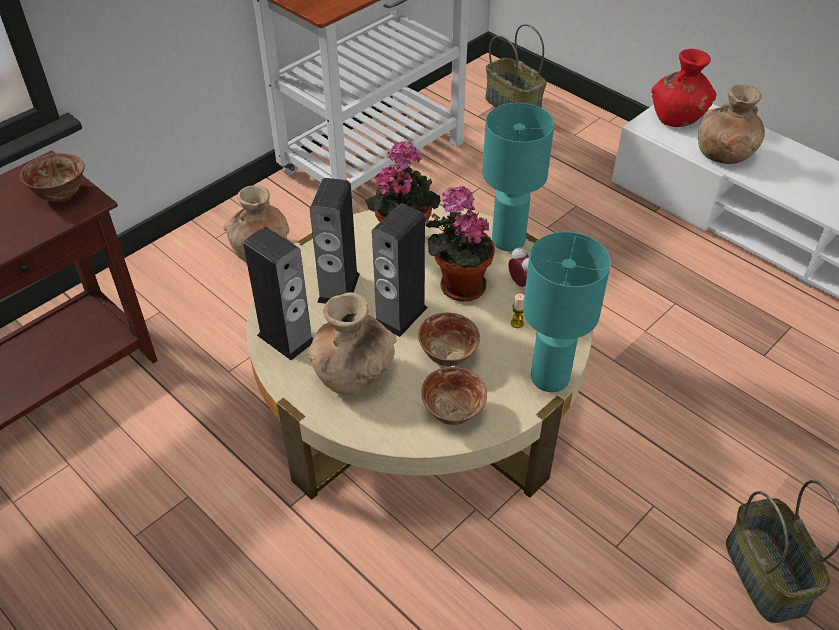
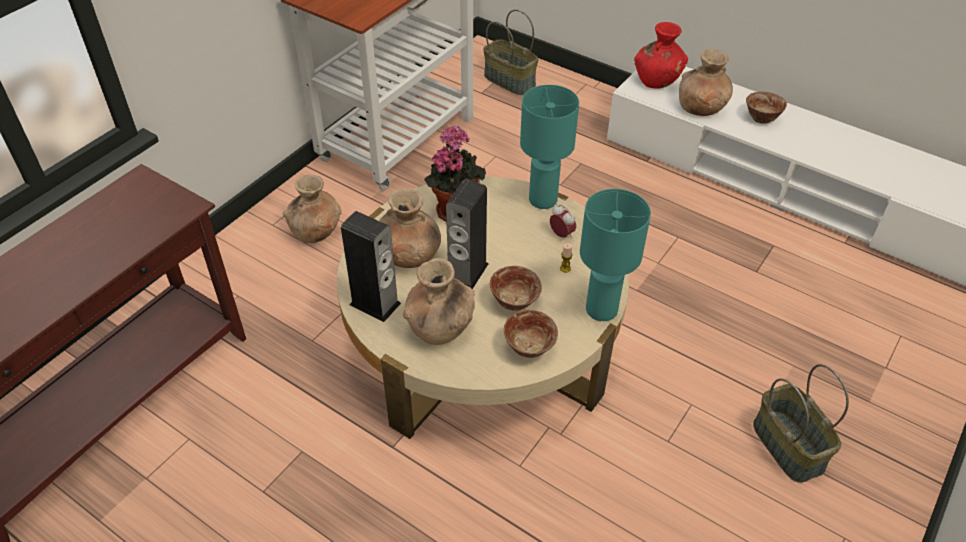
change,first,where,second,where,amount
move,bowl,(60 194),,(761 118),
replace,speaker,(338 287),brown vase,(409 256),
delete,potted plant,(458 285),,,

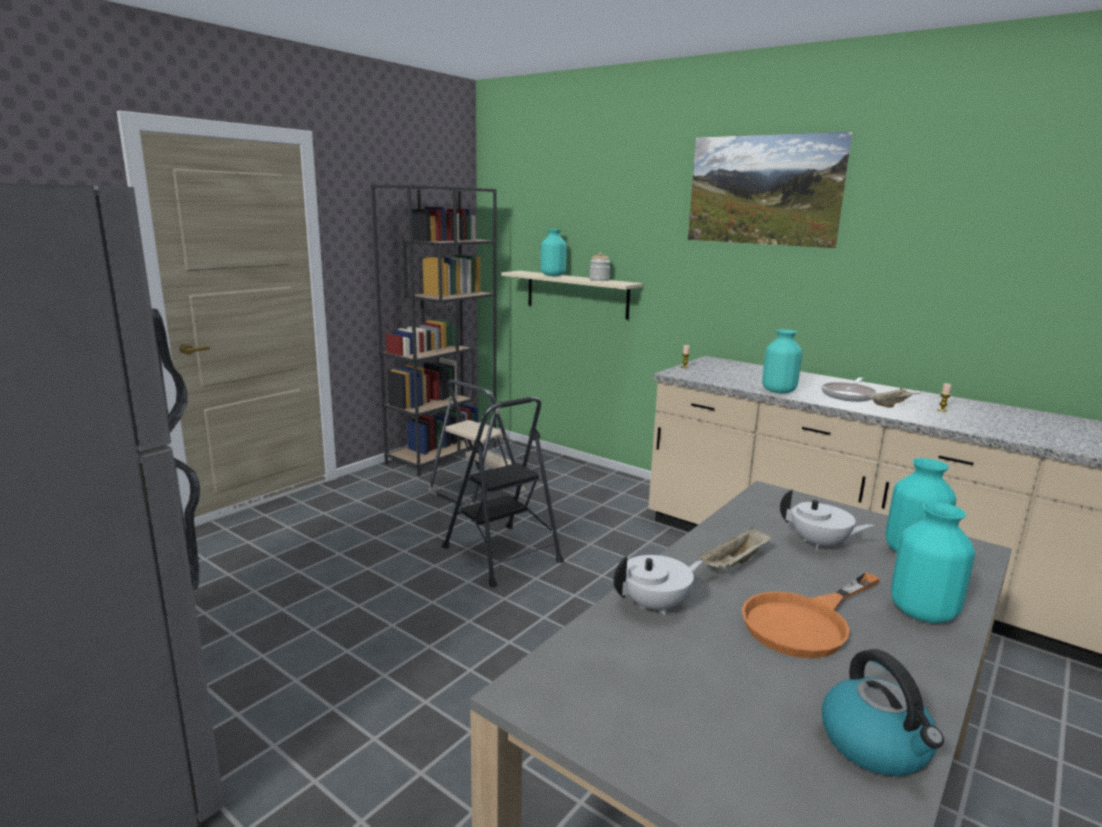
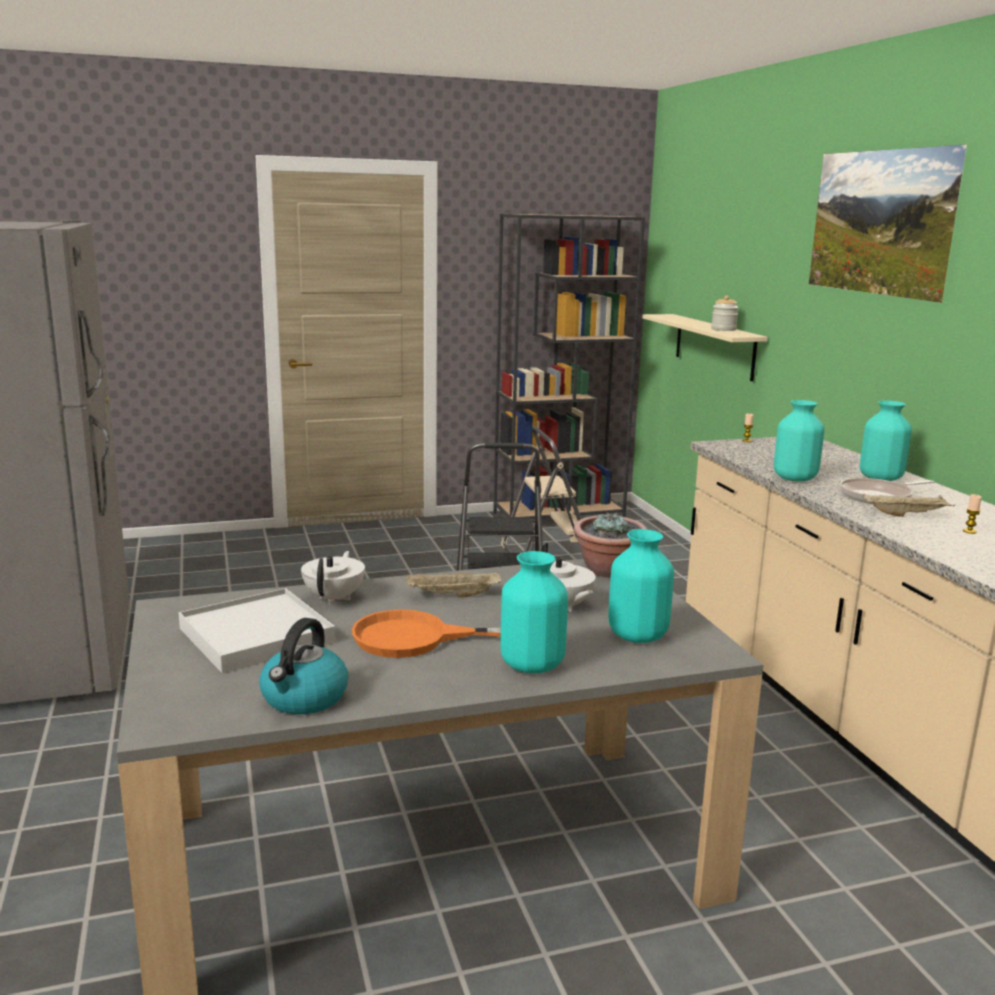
change,first,where,second,where,amount
move,turquoise vase,(553 275),,(881 478),
rotate,white teapot,(656 605),,(335 598),90 degrees counterclockwise
insert,,,potted plant,(608 571),
insert,,,white tray,(256 635),

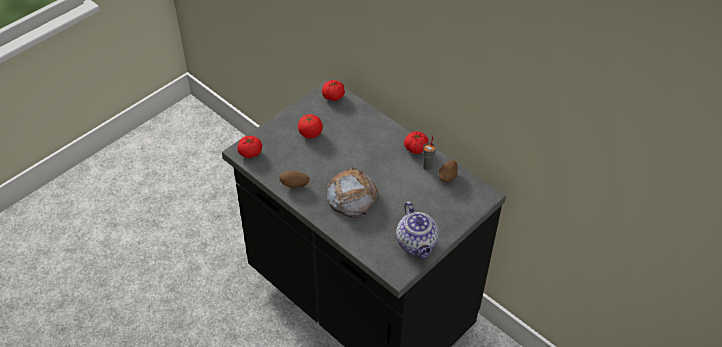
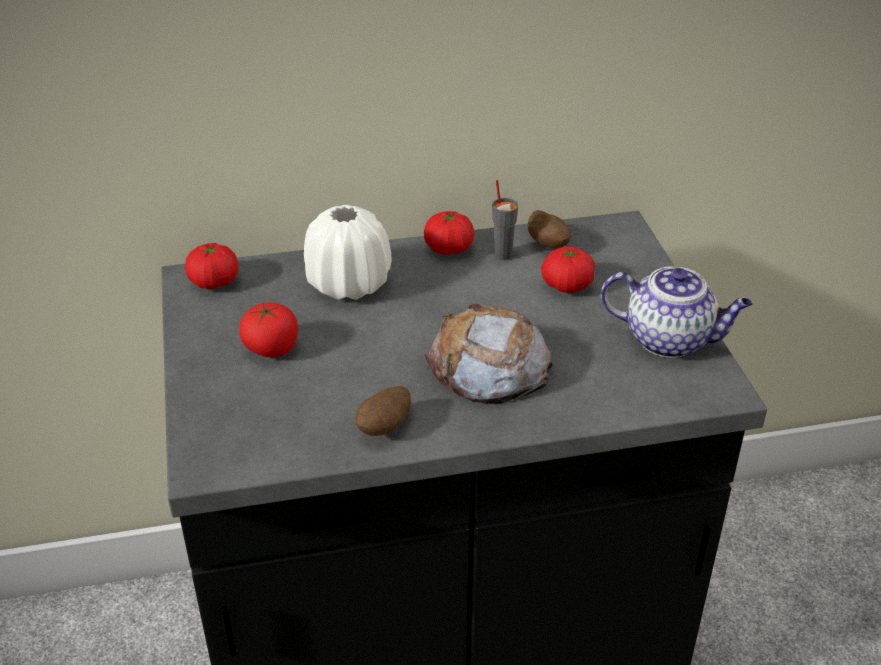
change,first,where,second,where,amount
move,tomato,(250 153),,(567 285),
insert,,,white vase,(348 284),

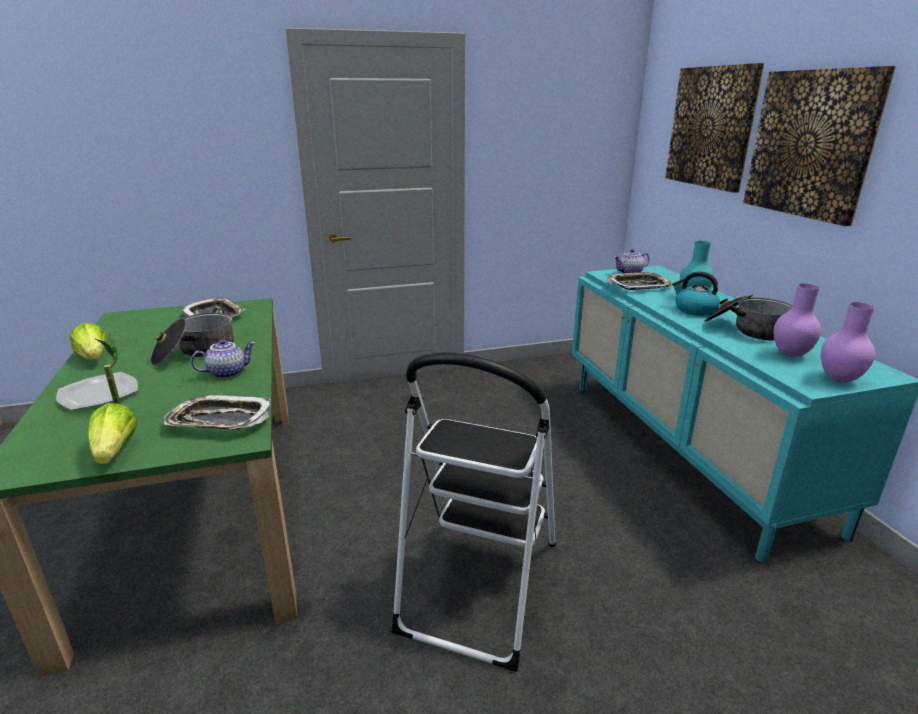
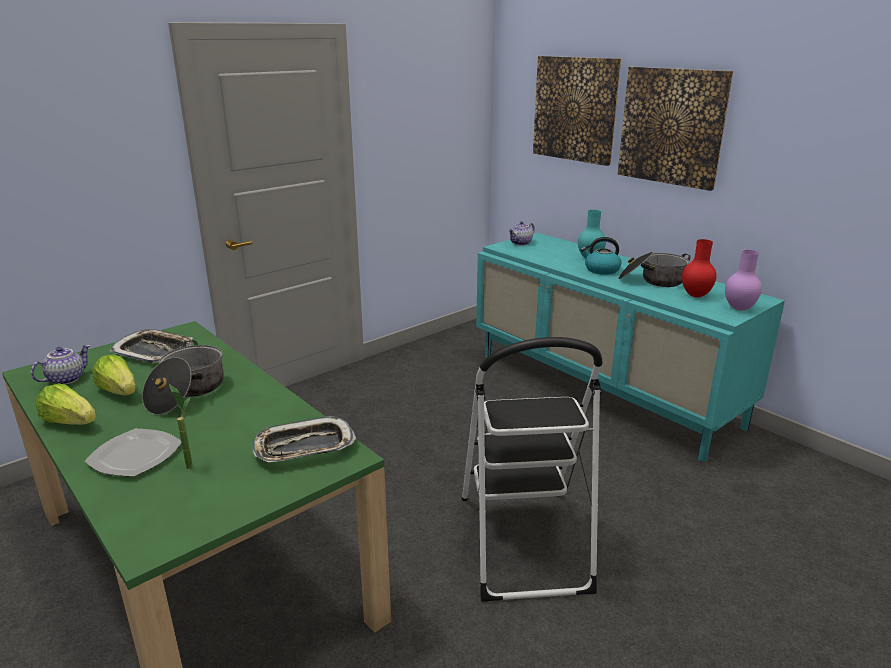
change,first,where,second,where,amount
delete,tray,(638 285),,,
recolor,purple vase,(791 354),red vase,(696 295),
move,teapot,(227 372),,(66 379),
move,lettuce,(115 451),,(119 391),

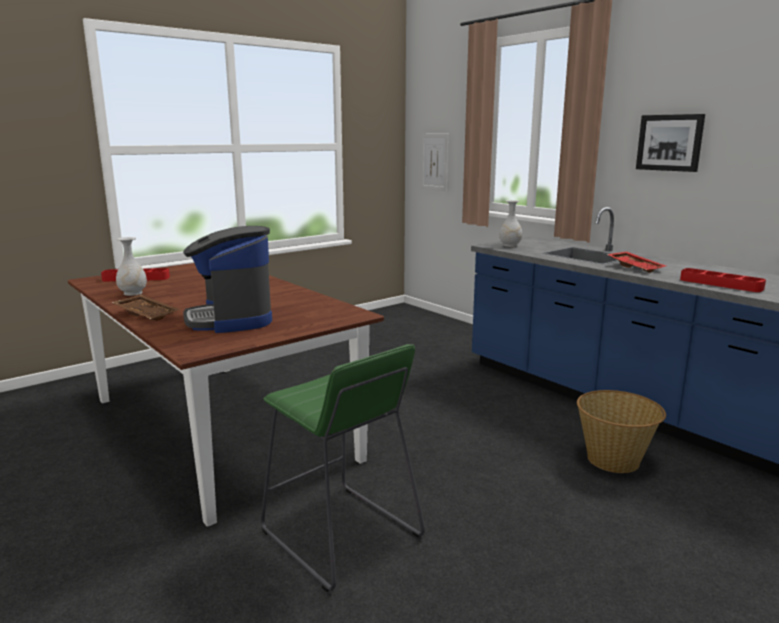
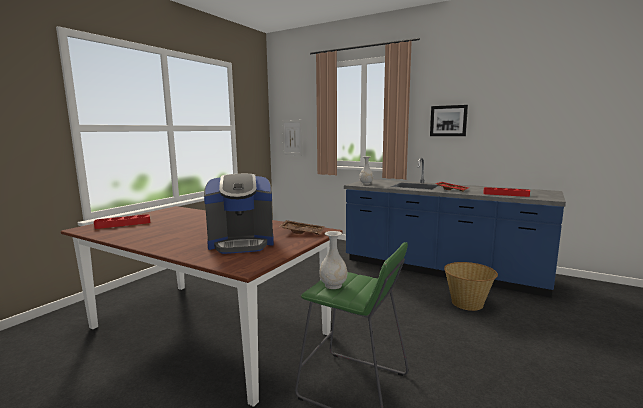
change,first,where,second,where,amount
rotate,coffee machine,(231 319),,(241 243),60 degrees counterclockwise
move,white vase,(133 293),,(333 285),
move,brown tray,(147 314),,(302 232),

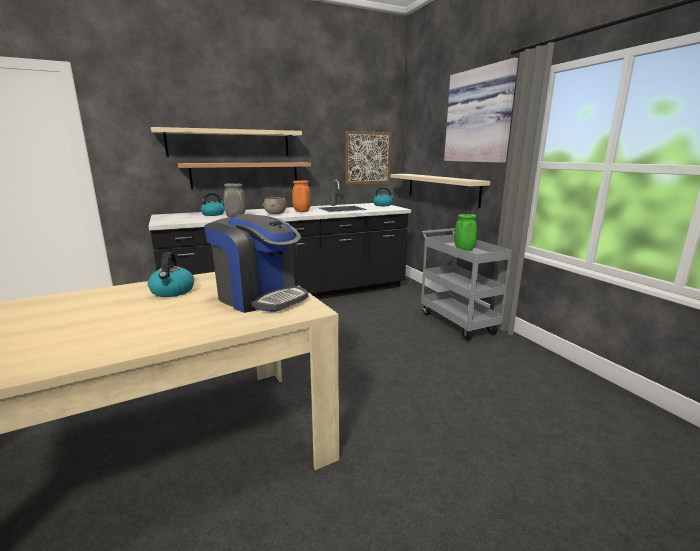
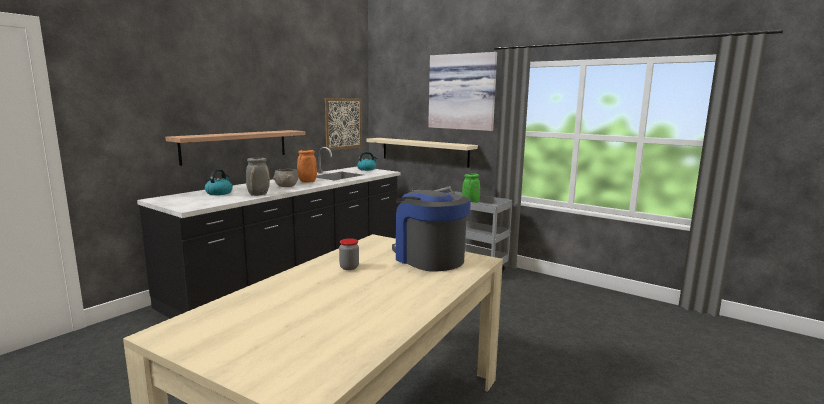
change,first,where,second,where,amount
delete,beige shelf,(229 143),,,
rotate,coffee machine,(260 297),,(428 258),135 degrees counterclockwise
replace,kettle,(172 291),jar,(349 267),

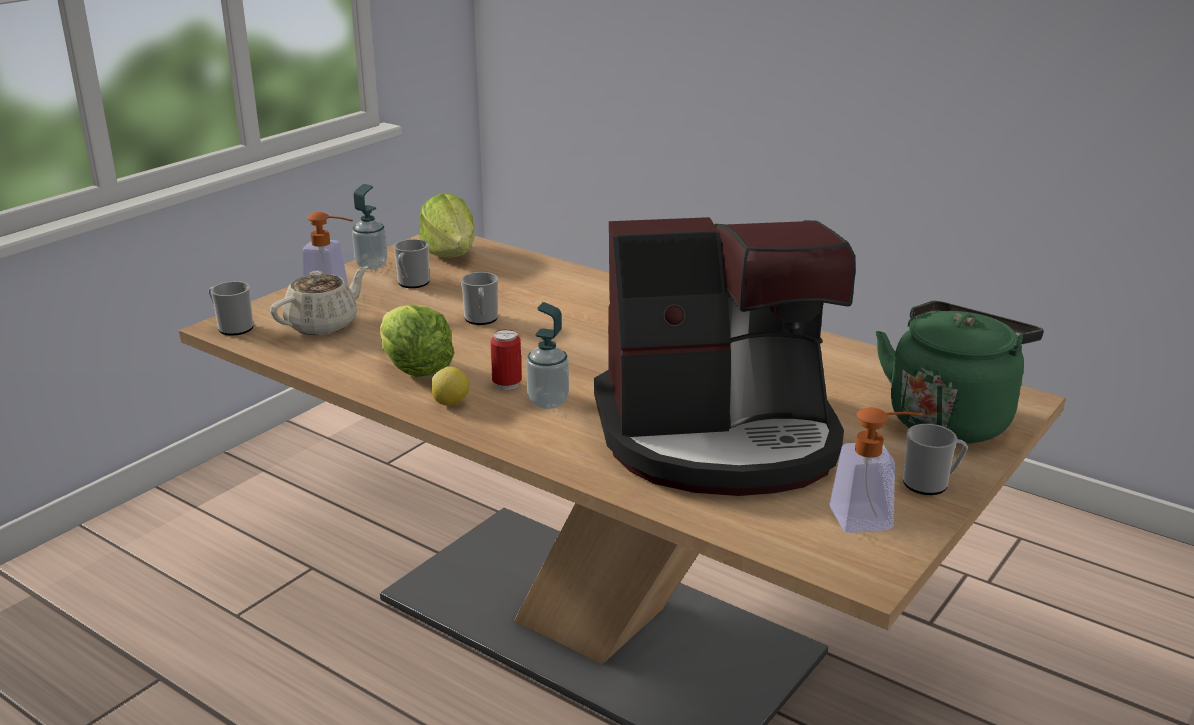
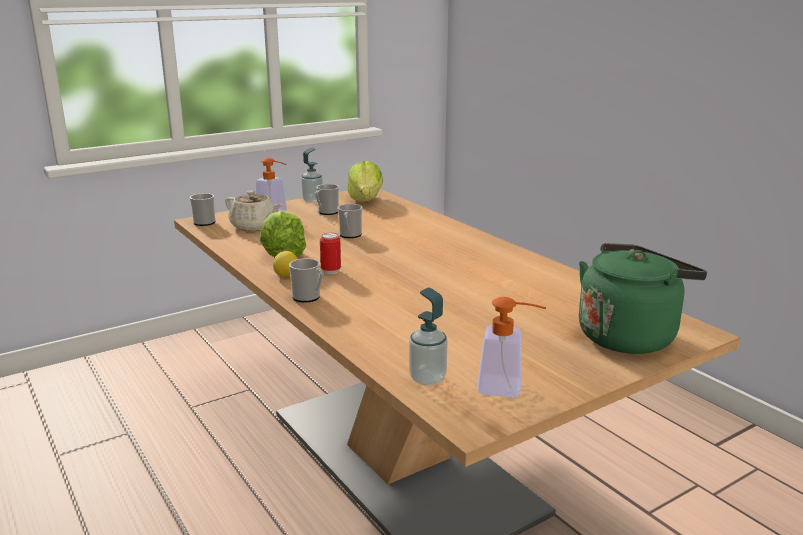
change,first,where,second,where,amount
delete,coffee machine,(719 437),,,
rotate,beige teapot,(323 324),,(254 226),60 degrees clockwise
move,soap dispenser,(548 402),,(427 378),
move,mug,(930 484),,(309 297),

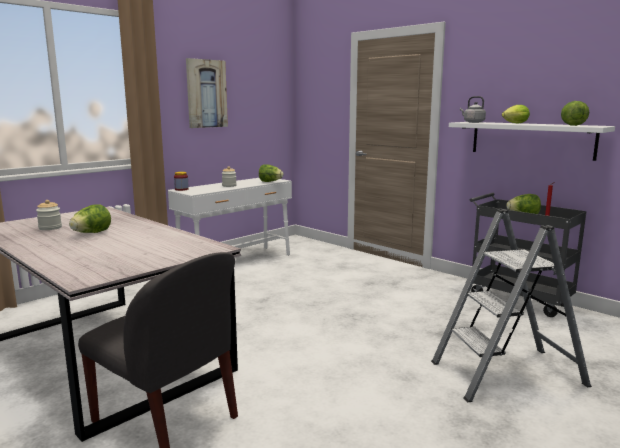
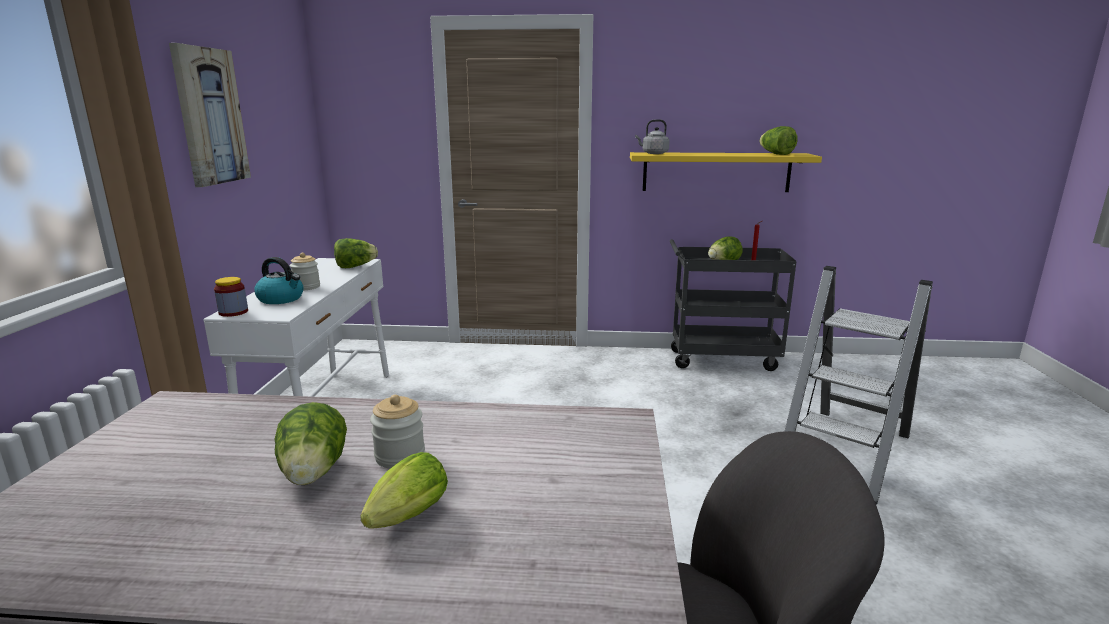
change,first,where,second,where,amount
move,lettuce,(514 123),,(405 519),
recolor,white shelf,(531 139),yellow shelf,(716 172),
move,jar,(50 228),,(400 456),
insert,,,kettle,(281 299),

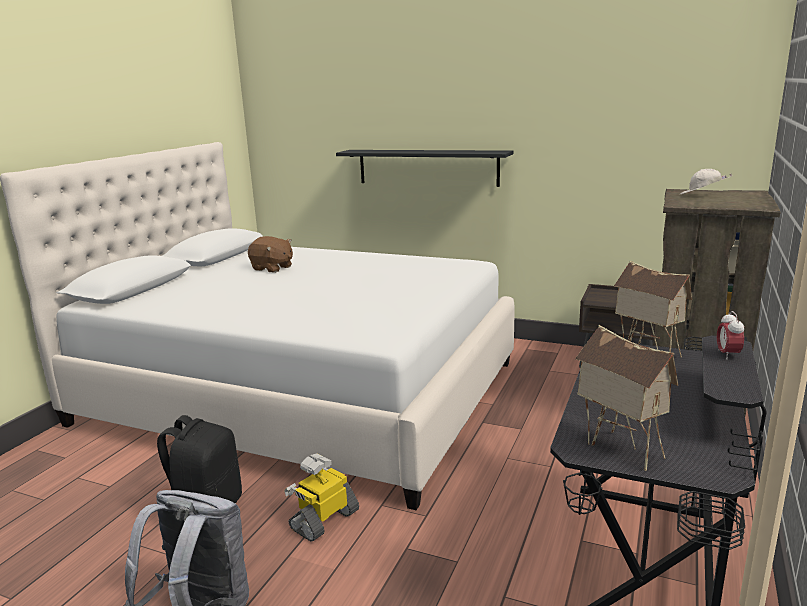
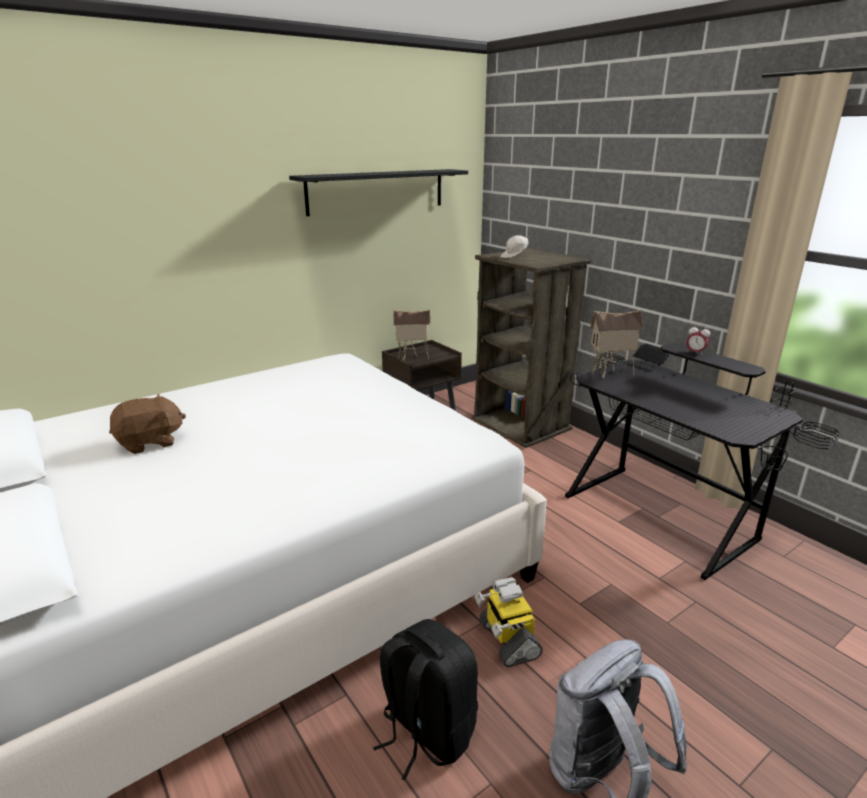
change,first,where,second,where,amount
move,black shelf,(427 167),,(377 191),
move,toy house,(618 449),,(412 358),

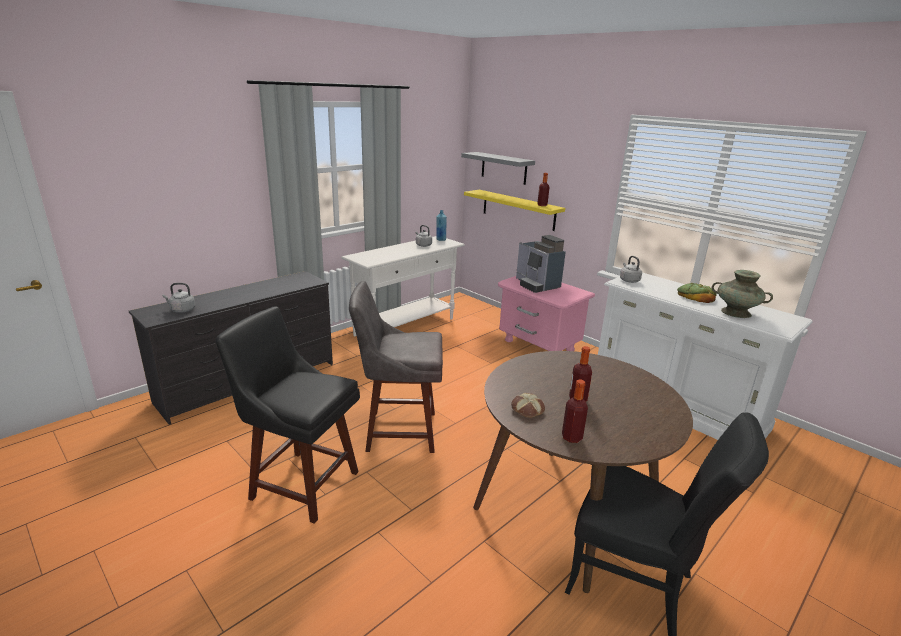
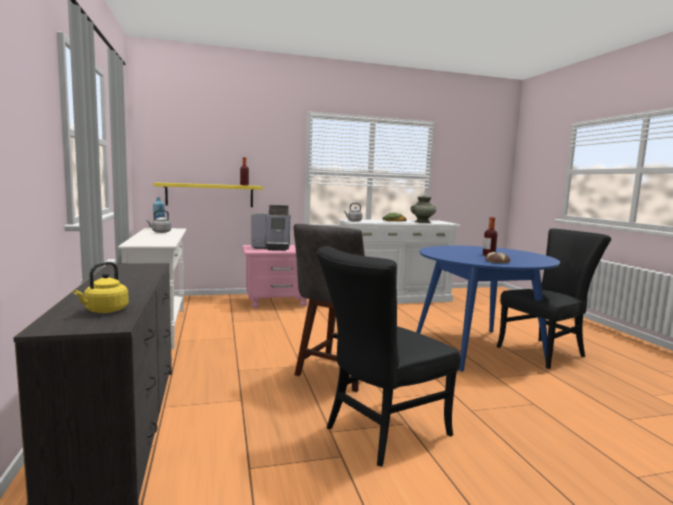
change,first,where,second,where,amount
delete,grey shelf,(504 168),,,
recolor,grey kettle,(181 310),yellow kettle,(104 311),
replace,black stool,(301 483),black chair,(381 432),
recolor,brown dining table,(565 512),blue dining table,(478 349),
delete,bottle,(571 437),,,

